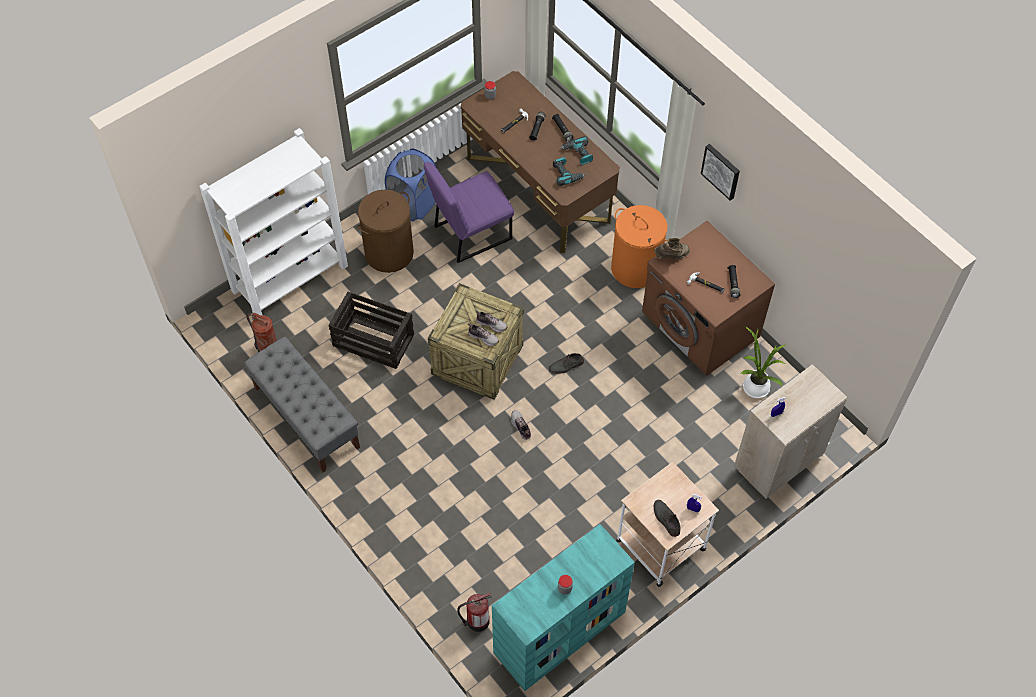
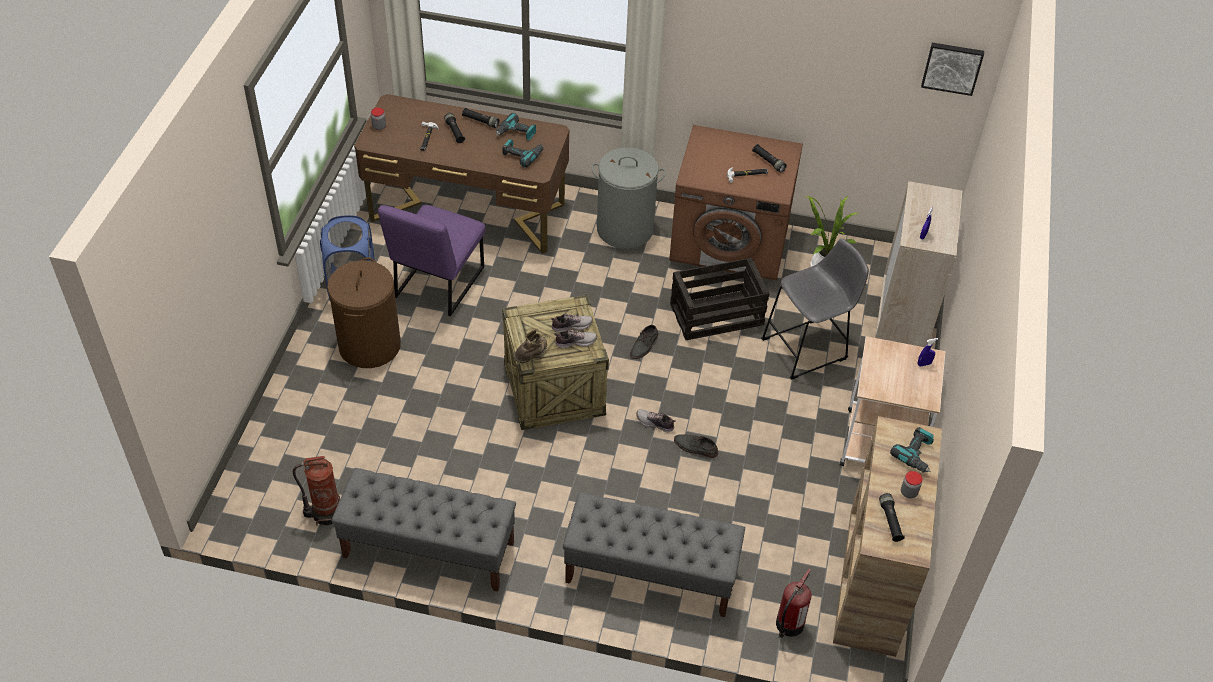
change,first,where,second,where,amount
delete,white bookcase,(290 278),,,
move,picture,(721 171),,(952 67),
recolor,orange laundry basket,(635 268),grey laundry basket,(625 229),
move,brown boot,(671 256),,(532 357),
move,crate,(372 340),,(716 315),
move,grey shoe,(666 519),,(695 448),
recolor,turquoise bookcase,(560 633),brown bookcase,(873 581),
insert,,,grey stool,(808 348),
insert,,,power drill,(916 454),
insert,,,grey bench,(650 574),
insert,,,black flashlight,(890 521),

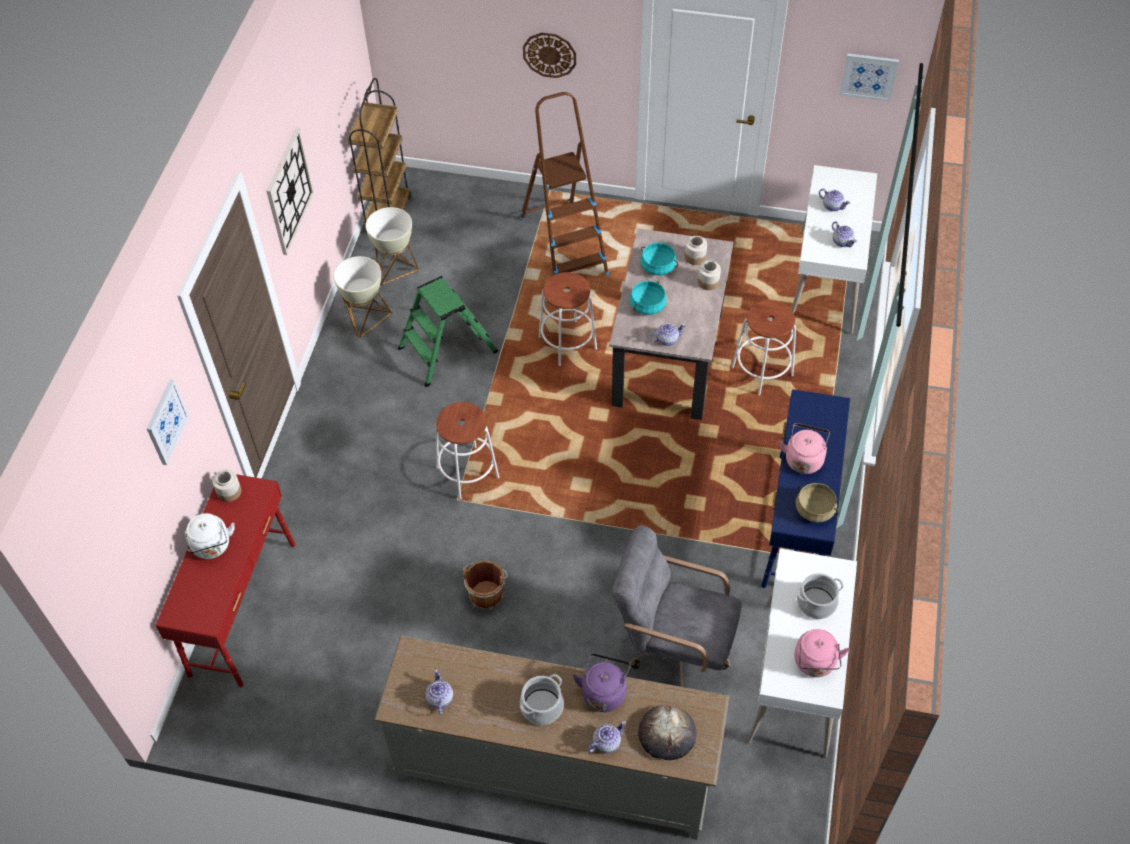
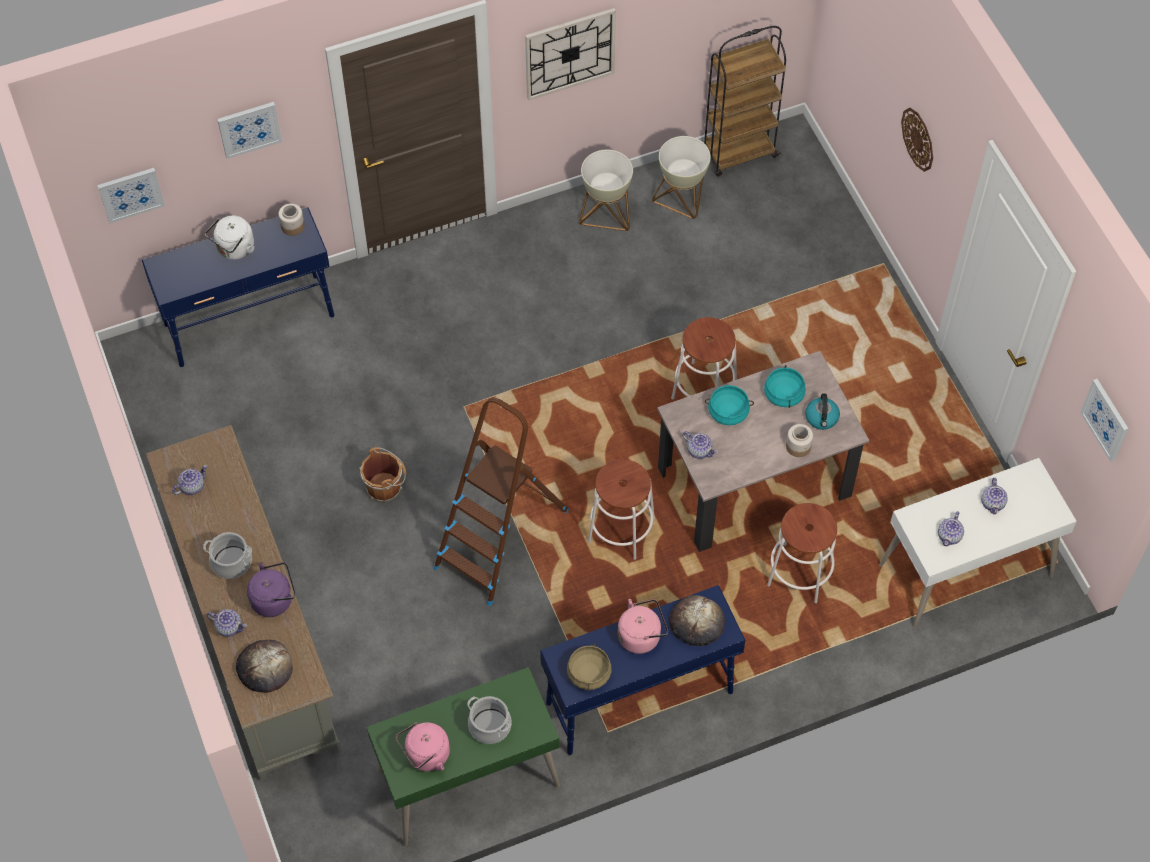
change,first,where,second,where,amount
move,brown step ladder,(564 246),,(501 539),
replace,jar,(695 257),kettle,(822 418),
delete,green step ladder,(448 350),,,
move,white stool,(467 472),,(621 530),
recolor,red console table,(244 608),blue console table,(250 321),
delete,grey office chair,(673 652),,,
recolor,white desk,(796 679),green desk,(468 780),
insert,,,picture,(130 194),
insert,,,bread,(696 622),

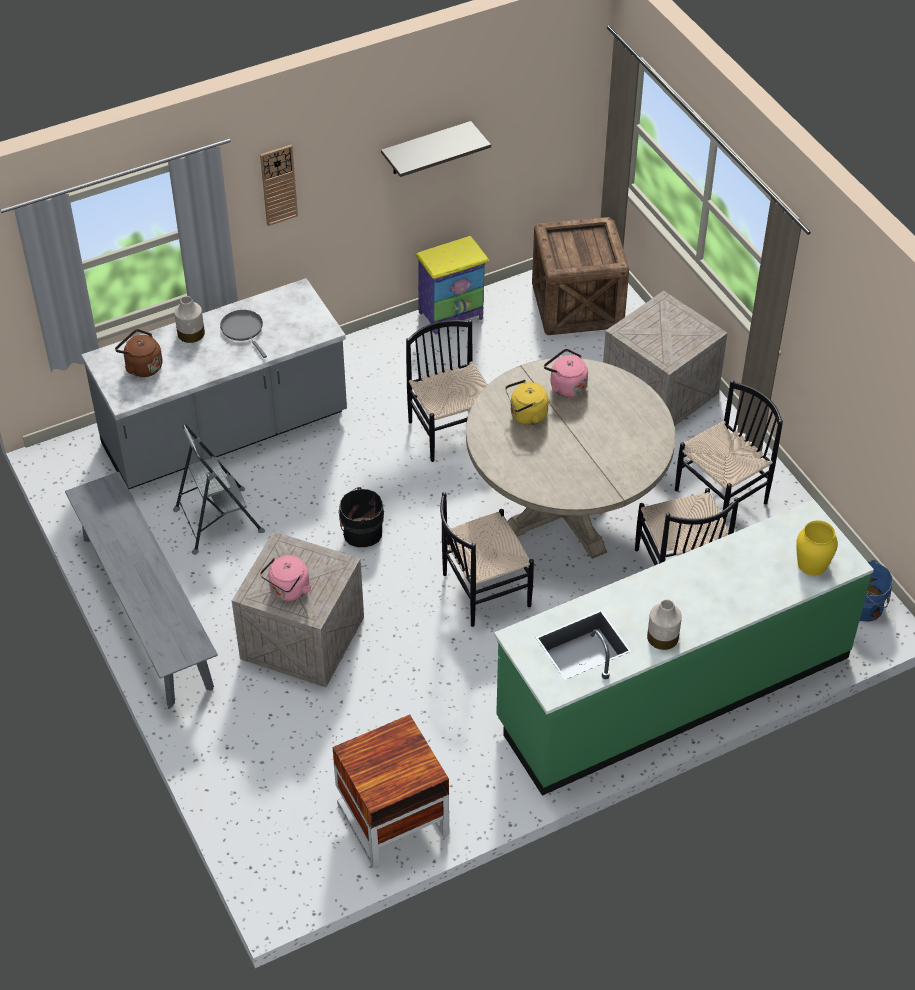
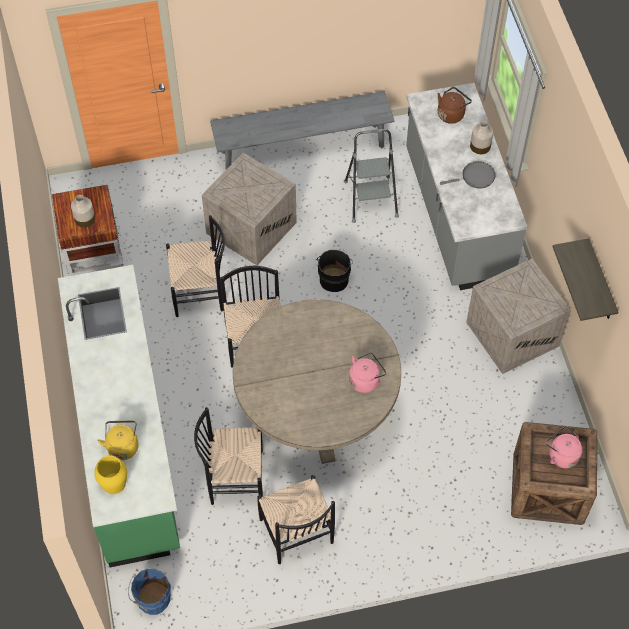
change,first,where,second,where,amount
delete,wall clock,(278 185),,,
delete,nightstand,(453 316),,,
move,crate,(657 392),,(513 332),
move,black chair,(449 429),,(200 291),
move,yellow kettle,(526 416),,(122 446),
move,pink kettle,(288 591),,(561 455),
move,beige vase,(663 637),,(84 219),

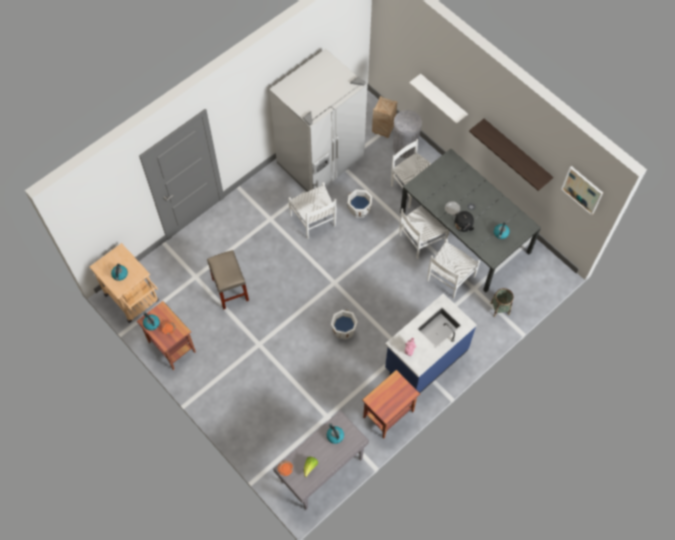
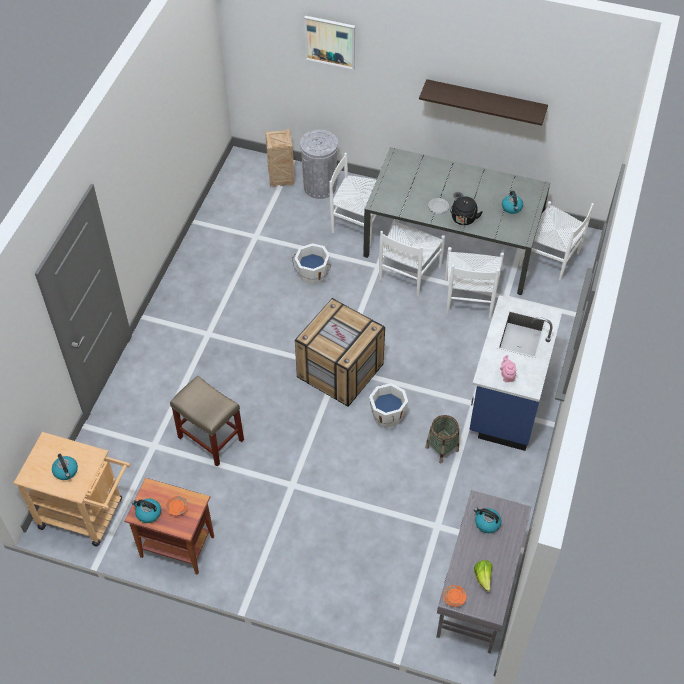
change,first,where,second,where,amount
delete,white fridge,(321 161),,,
delete,white shelf,(443 98),,,
move,picture,(582 190),,(330 41),
move,white chair,(314 220),,(550 258),
move,basket,(500 308),,(442 449),
delete,nightstand,(388 415),,,
insert,,,crate,(339 370),

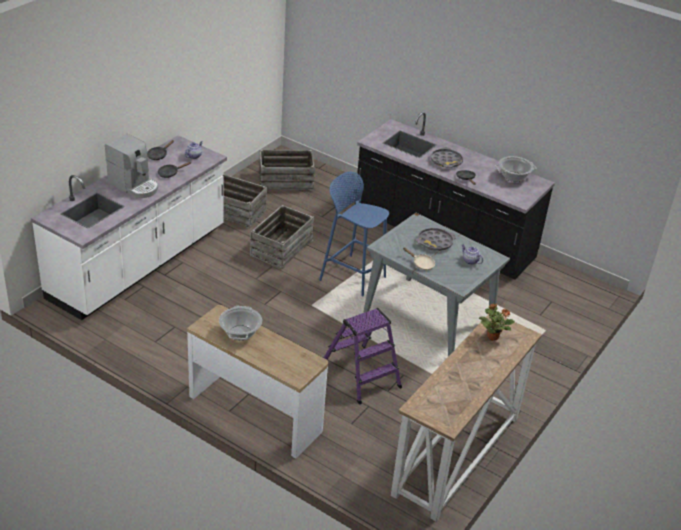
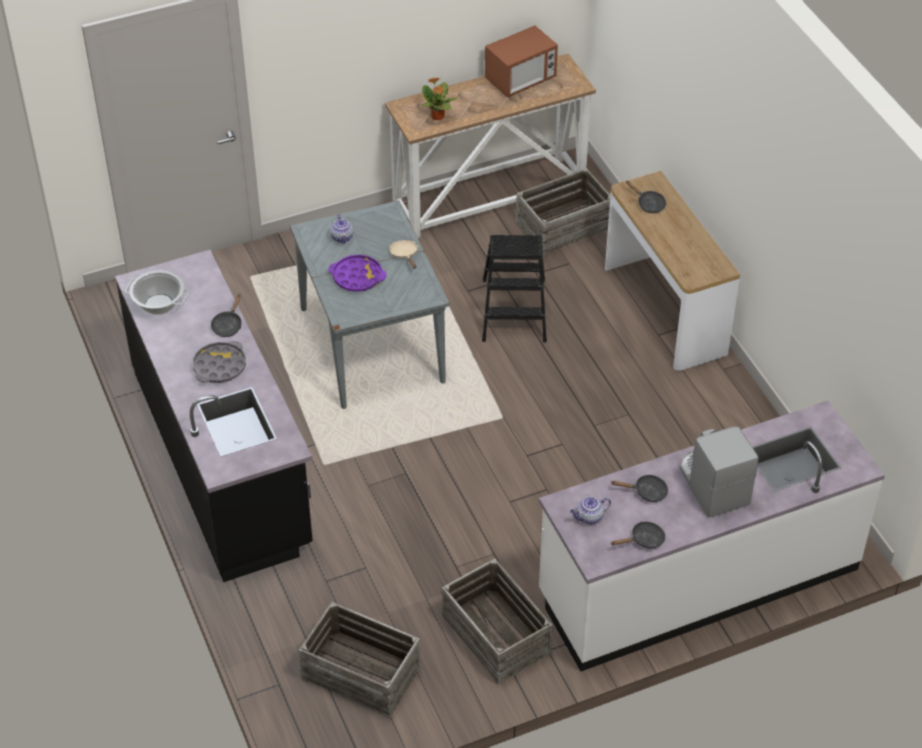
change,first,where,second,where,amount
delete,blue stool,(353 276),,,
move,crate,(281 248),,(563 227),
recolor,grey tray,(435 242),purple tray,(357 277),
delete,cooking pot,(240 333),,,
recolor,purple step ladder,(361 373),black step ladder,(514 309),
insert,,,microwave,(520 80),
insert,,,black frying pan,(648 204),

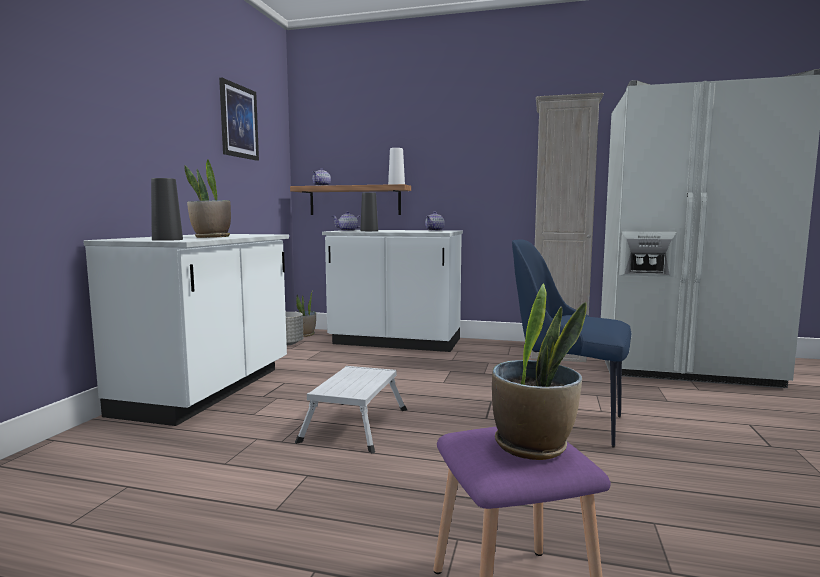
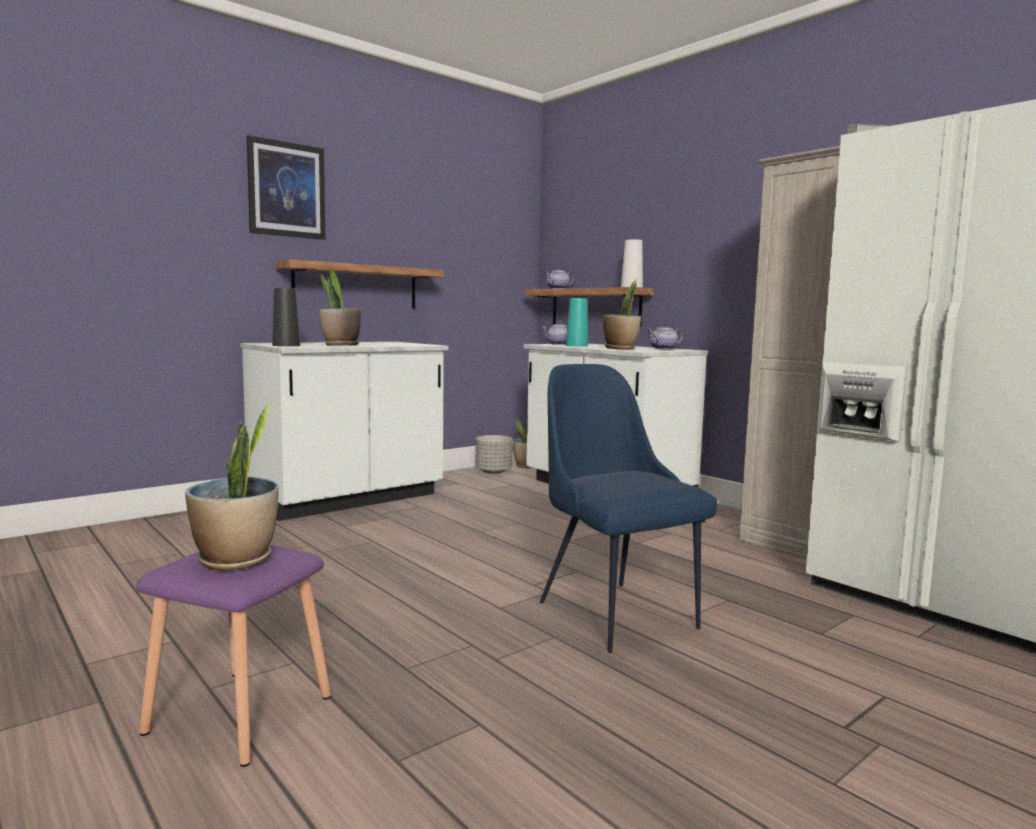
change,first,where,second,where,amount
move,picture,(239 121),,(286 190),
recolor,black vase,(369 231),turquoise vase,(577 346),
delete,white step ladder,(355 424),,,
insert,,,shelf,(356 286),
insert,,,potted plant,(620 348),

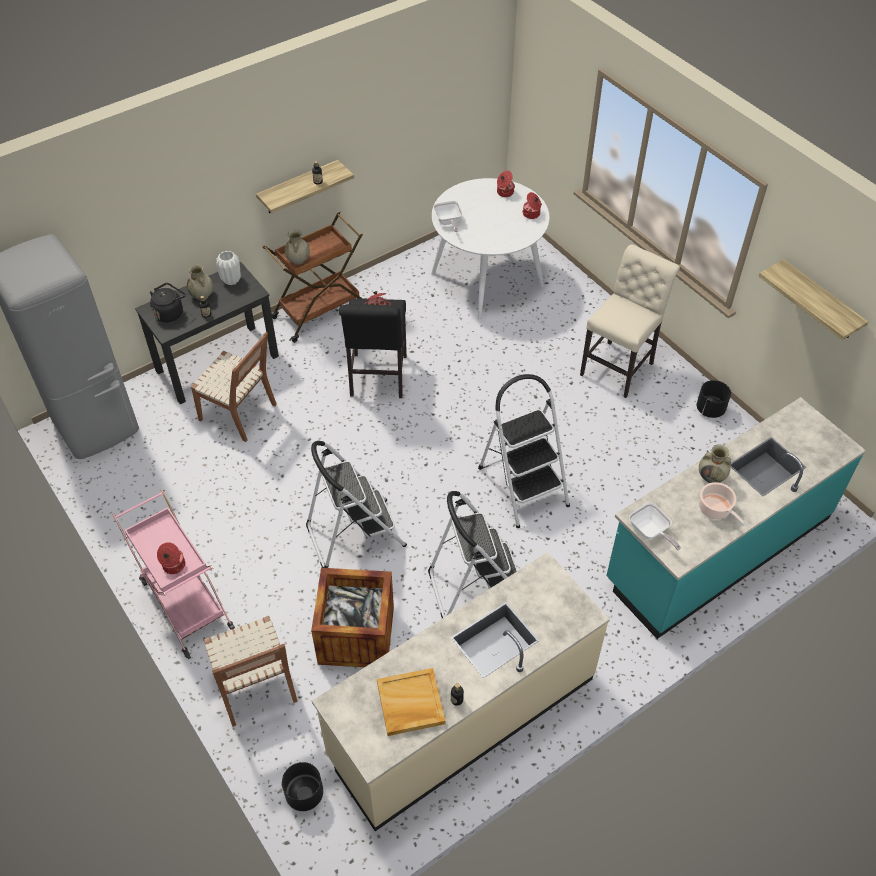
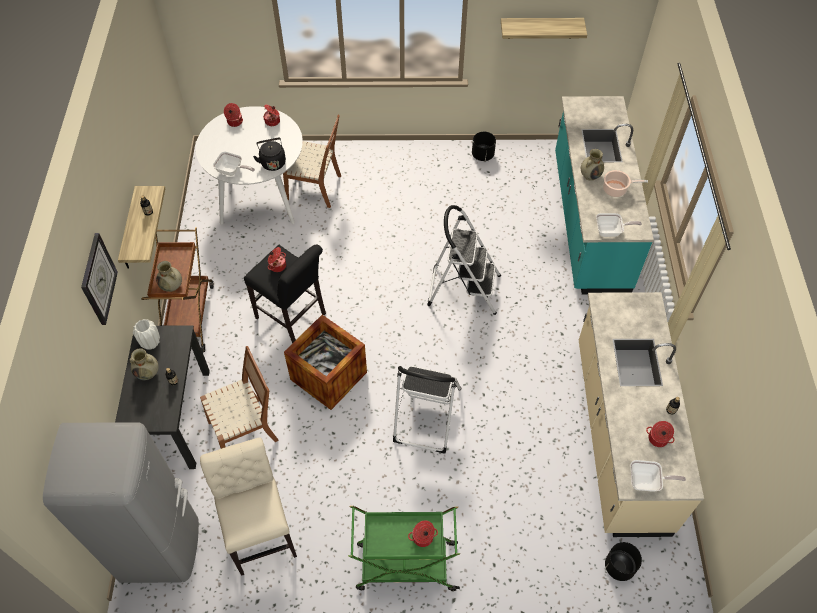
change,first,where,second,where,amount
move,beige stool,(619 367),,(261 532),
move,black kettle,(170 313),,(272 162),
recolor,pink cart,(187 605),green cart,(405 566),
delete,step ladder,(475 587),,,
move,crate,(356 635),,(328 376),
move,chair,(255 688),,(316 189),
replace,beige tray,(410 703),cooking pot,(657 439),
insert,,,wall clock,(98 279),
insert,,,frying pan,(647 482),

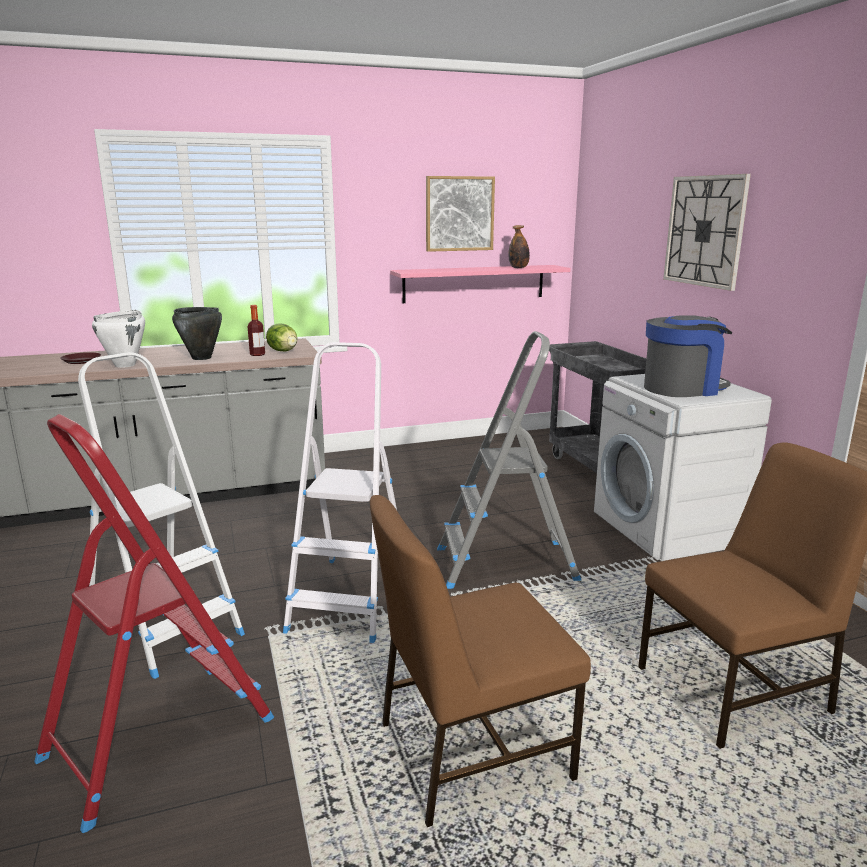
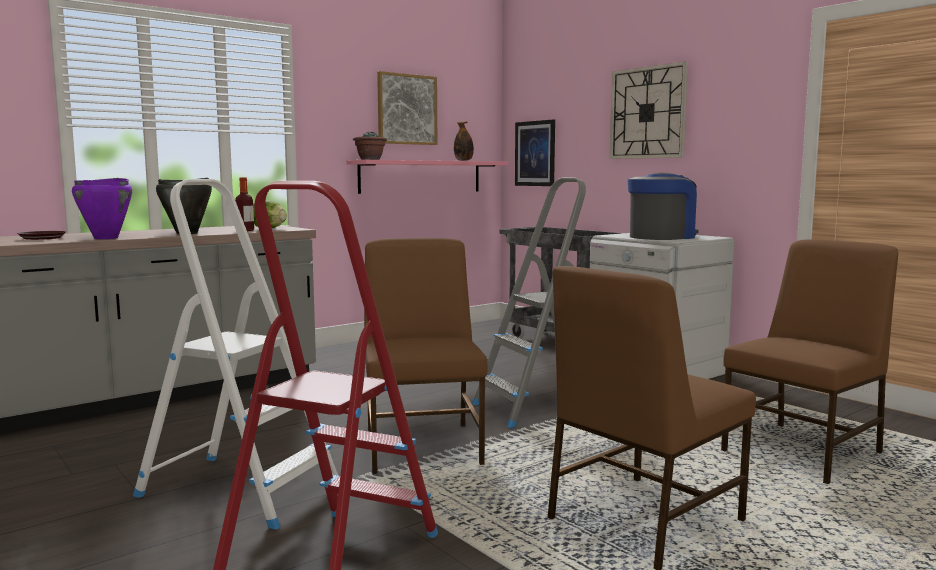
change,first,where,second,where,amount
recolor,white cooking pot,(125 365),purple cooking pot,(106 238),
replace,white step ladder,(350 598),brown chair,(423 446),
insert,,,picture,(535 153),
insert,,,potted plant,(370 159),

